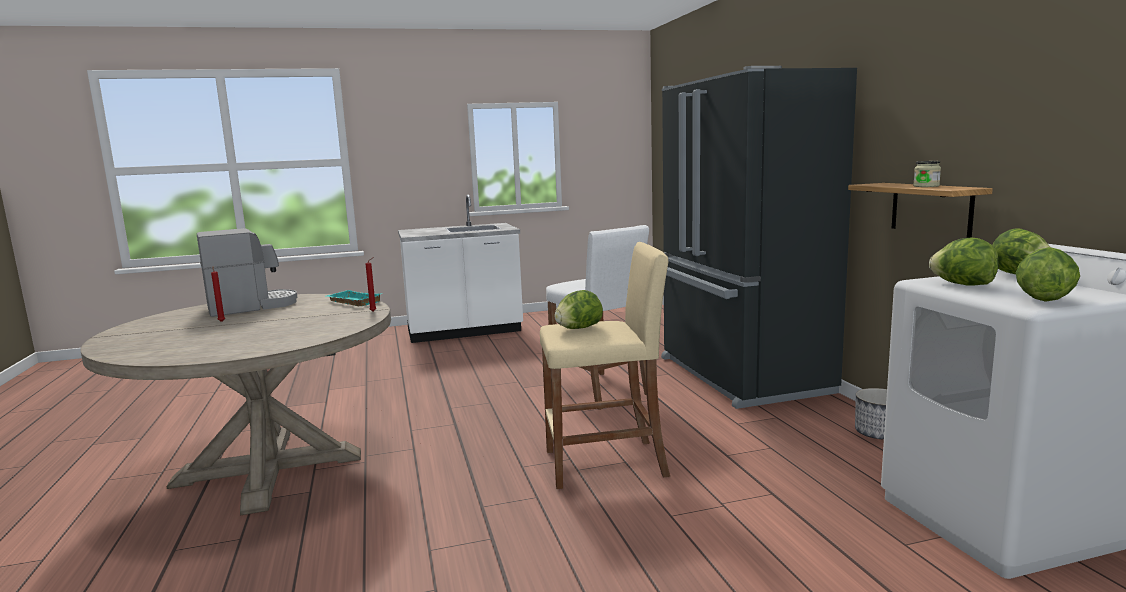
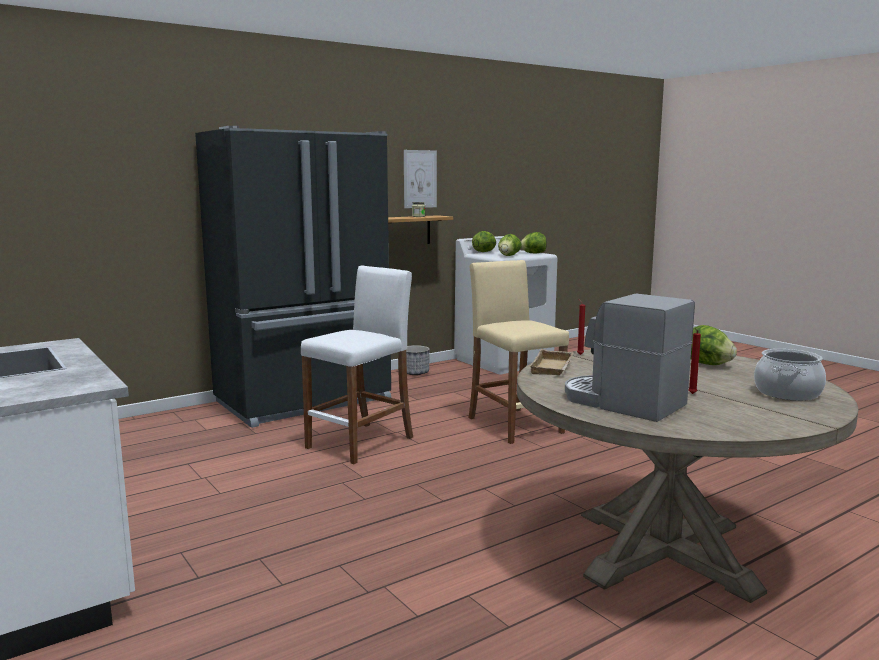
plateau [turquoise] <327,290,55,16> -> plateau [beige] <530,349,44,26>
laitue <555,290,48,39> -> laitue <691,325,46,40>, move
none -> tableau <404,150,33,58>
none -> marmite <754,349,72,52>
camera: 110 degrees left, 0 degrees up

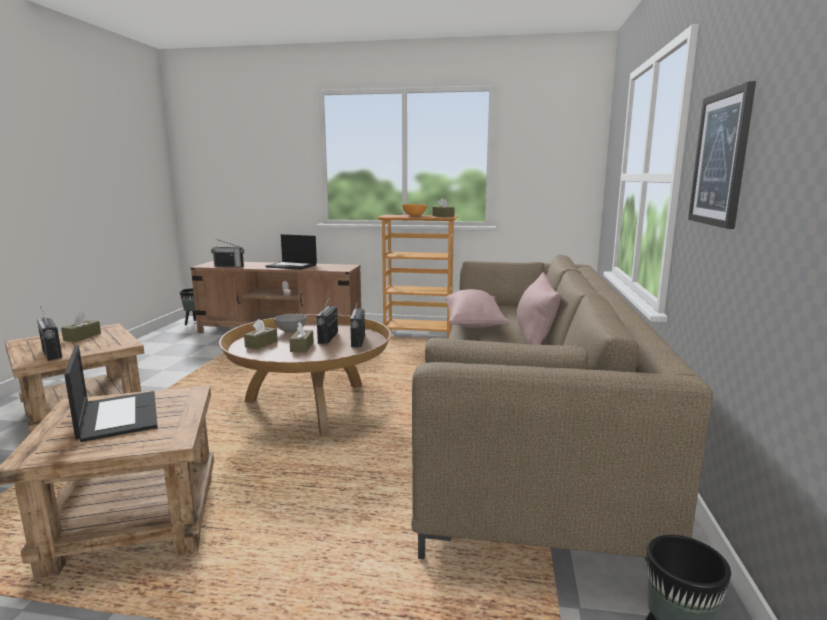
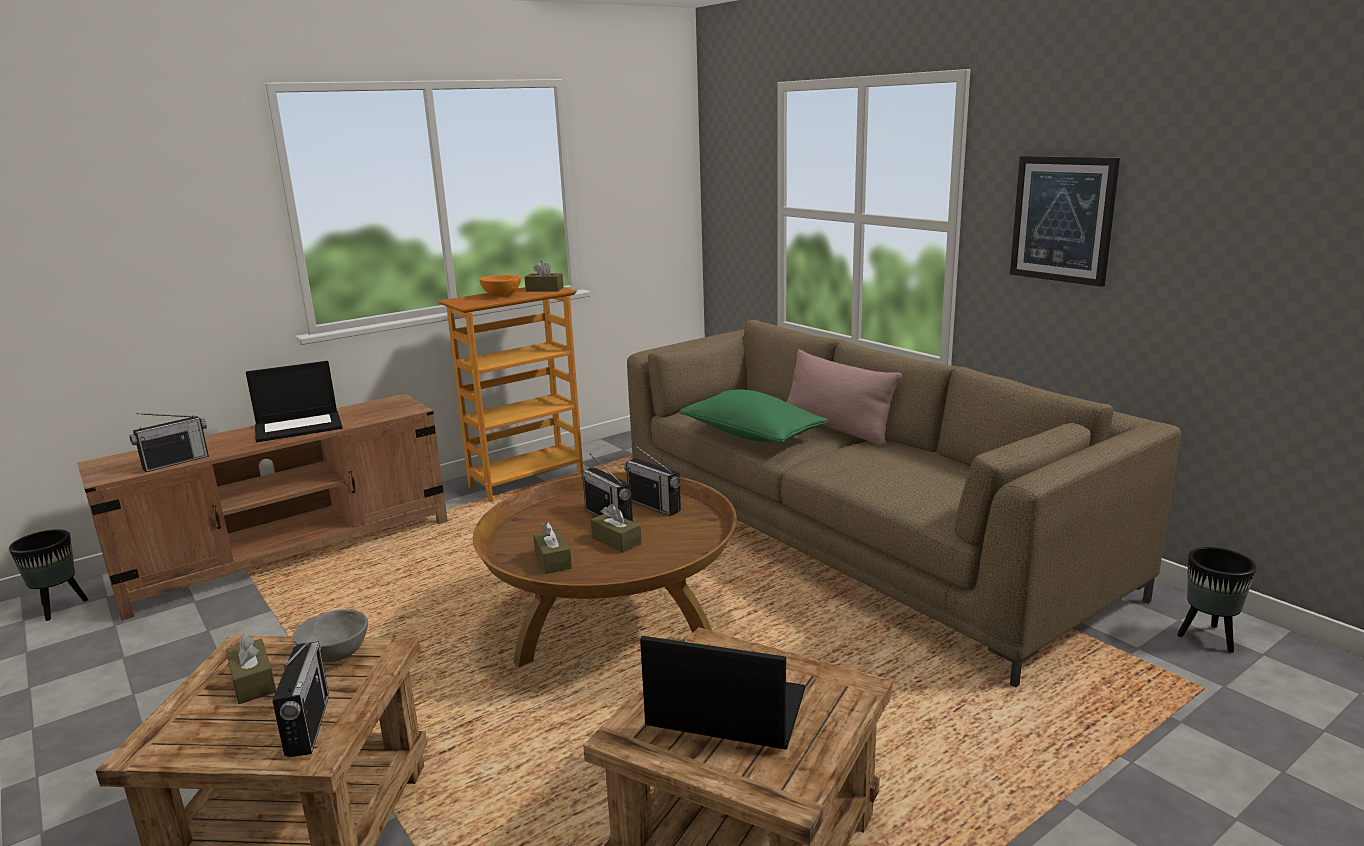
coussin [rose] <445,289,64,39> -> coussin [vert] <679,389,149,54>
radio <37,306,25,55> -> radio <272,641,57,116>, 105 degrees counterclockwise
bol [gris] <274,314,33,18> -> bol [gris] <293,609,75,53>, move
camera: 45 degrees left, 5 degrees up

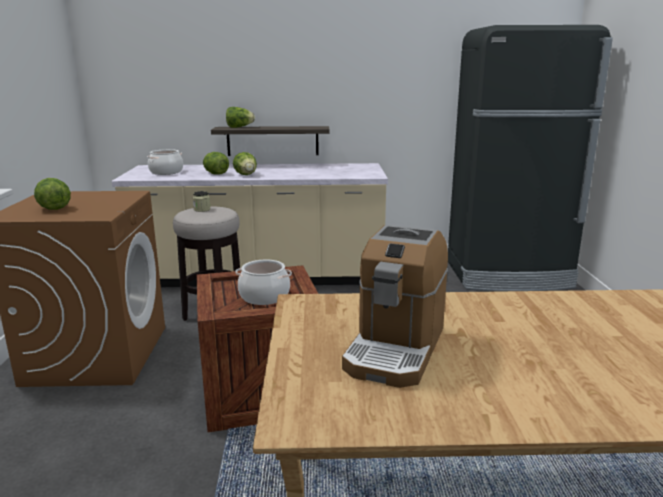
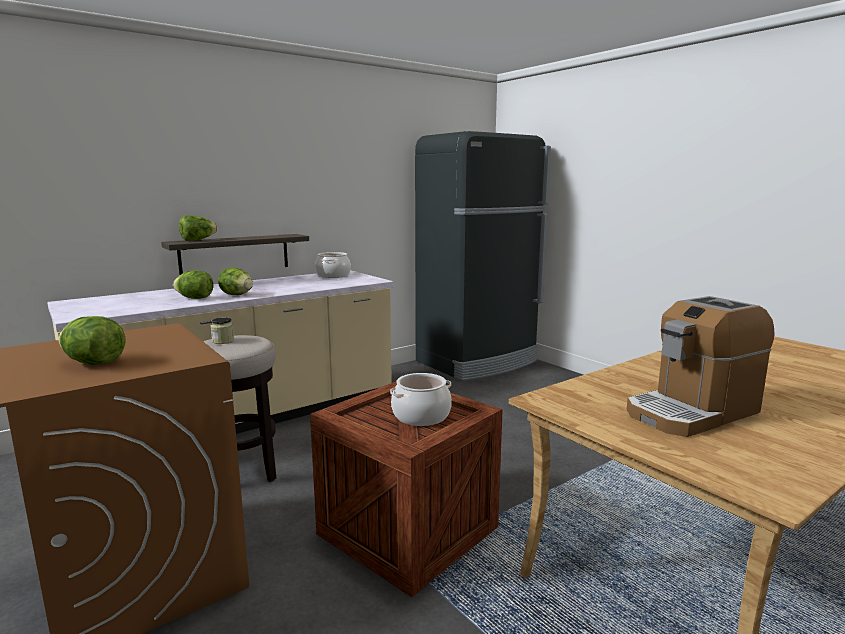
marmite <147,149,36,26> -> marmite <315,252,36,26>, move
machine à café <342,225,106,163> -> machine à café <627,296,148,141>, 75 degrees clockwise
camera: 35 degrees left, 5 degrees down

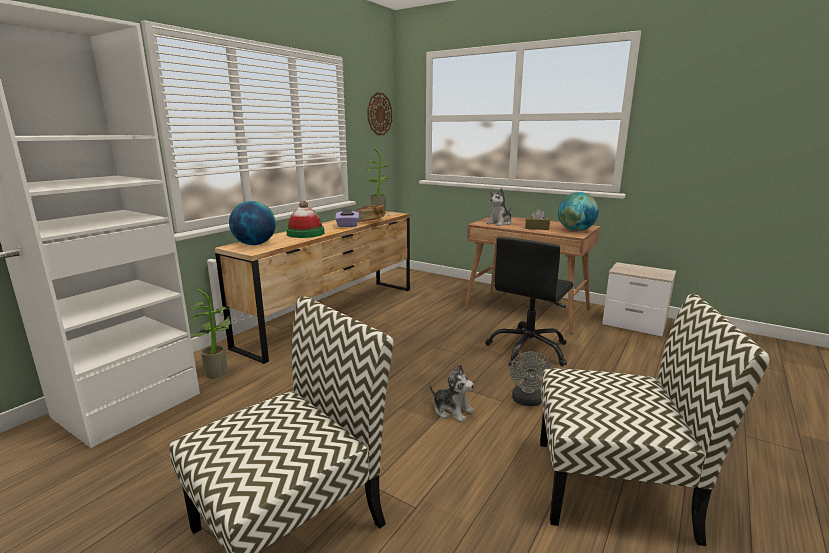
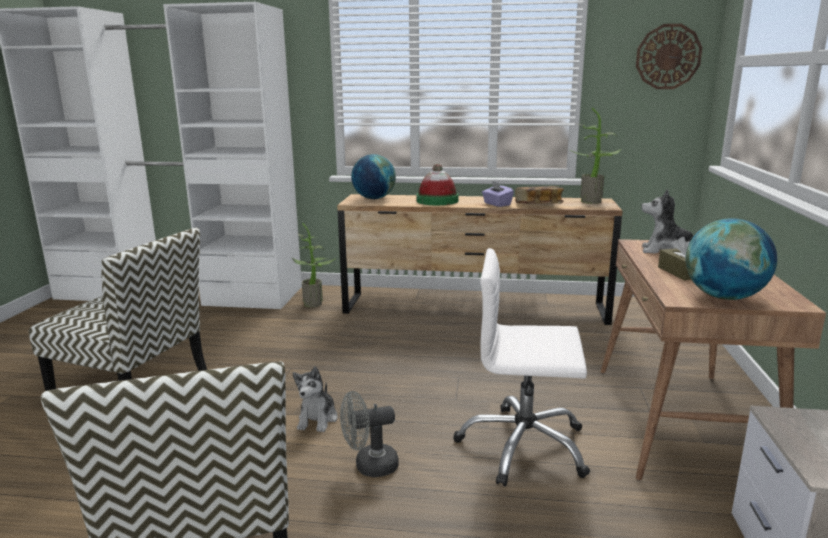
chaise de bureau [noir] <485,237,89,130> -> chaise de bureau [blanc] <453,248,137,238>
camera: 65 degrees right, 0 degrees up

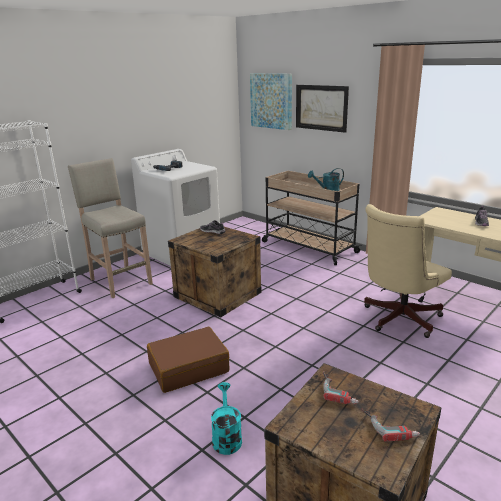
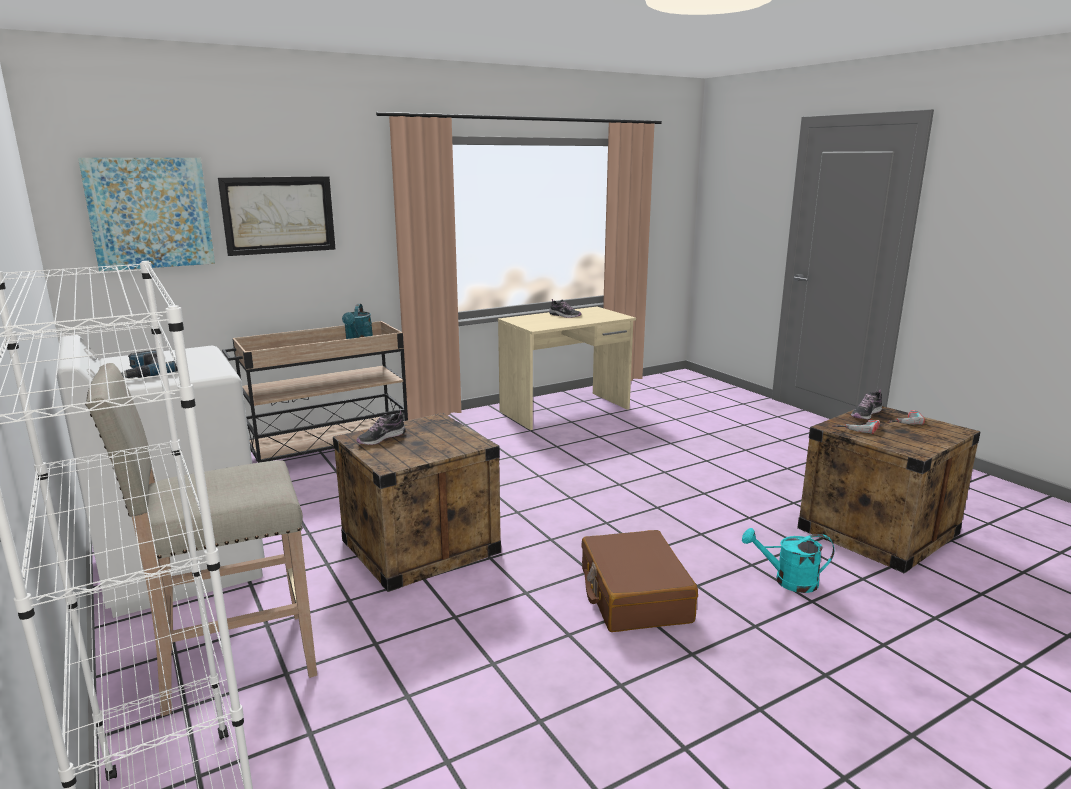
chaise de bureau [beige] <364,204,88,134> -> none
none -> chaussure <851,389,31,30>
camera: 75 degrees left, 5 degrees down

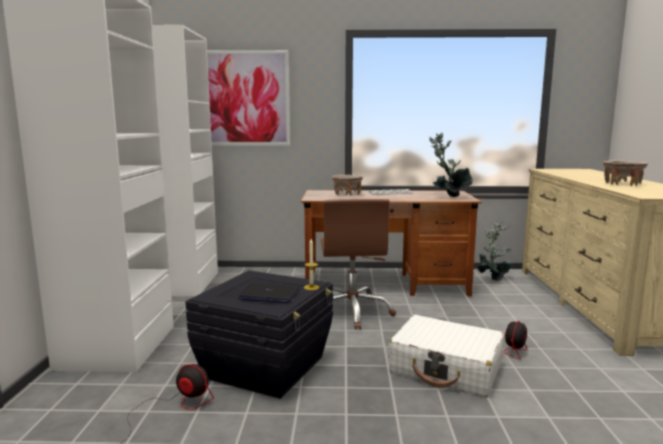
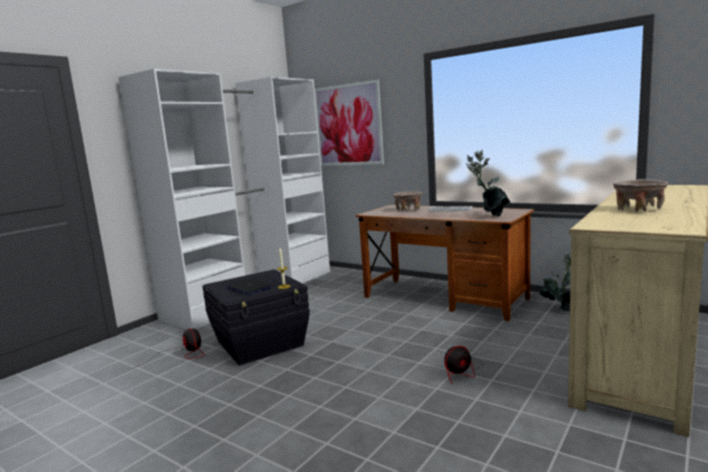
chaise de bureau [marron] <321,199,75,130> -> none
valise [blanc] <389,315,115,82> -> none
camera: 35 degrees right, 0 degrees up

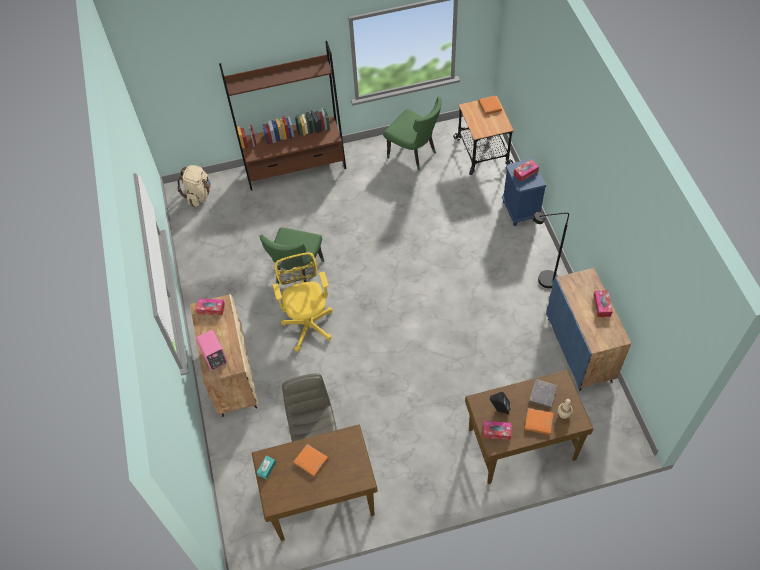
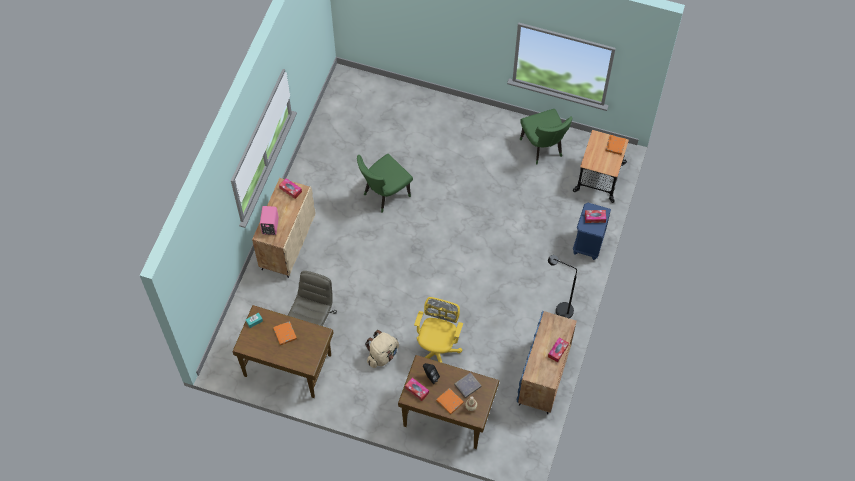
bibliothèque [marron] <219,41,127,149> -> none
sac à dos [beige] <177,165,33,41> -> sac à dos [beige] <365,330,34,38>, move
chaise de bureau [jaune] <273,252,59,100> -> chaise de bureau [jaune] <414,297,49,66>, move
camera: 30 degrees right, 5 degrees up

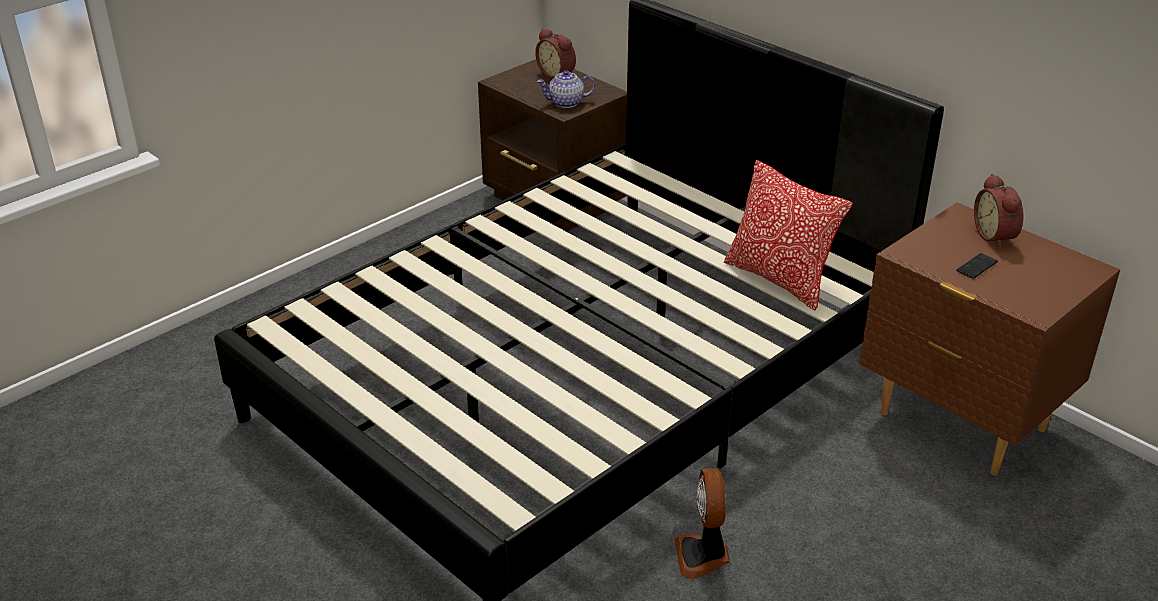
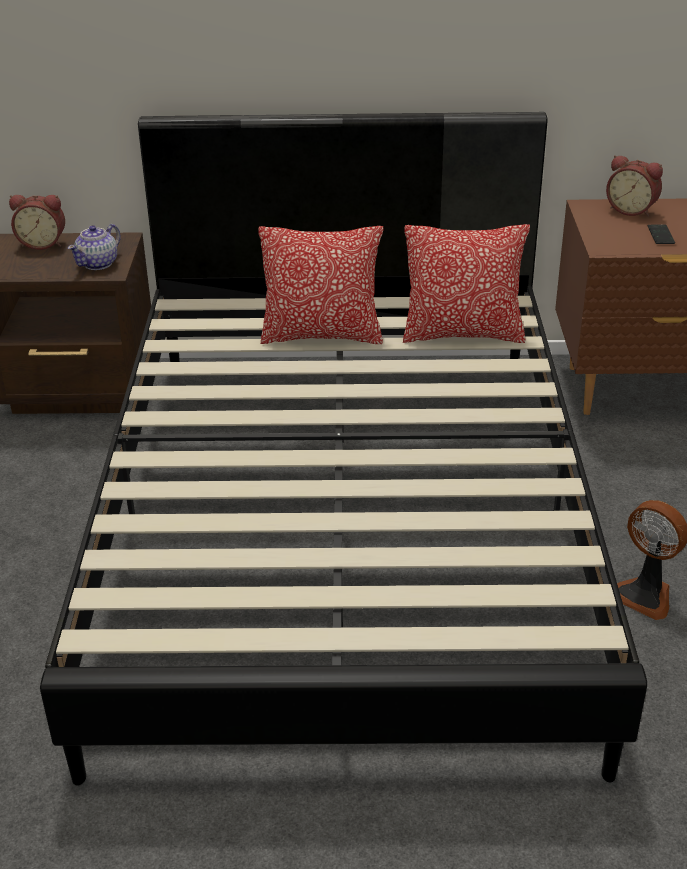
none -> coussin <258,226,126,118>
camera: 45 degrees left, 0 degrees up

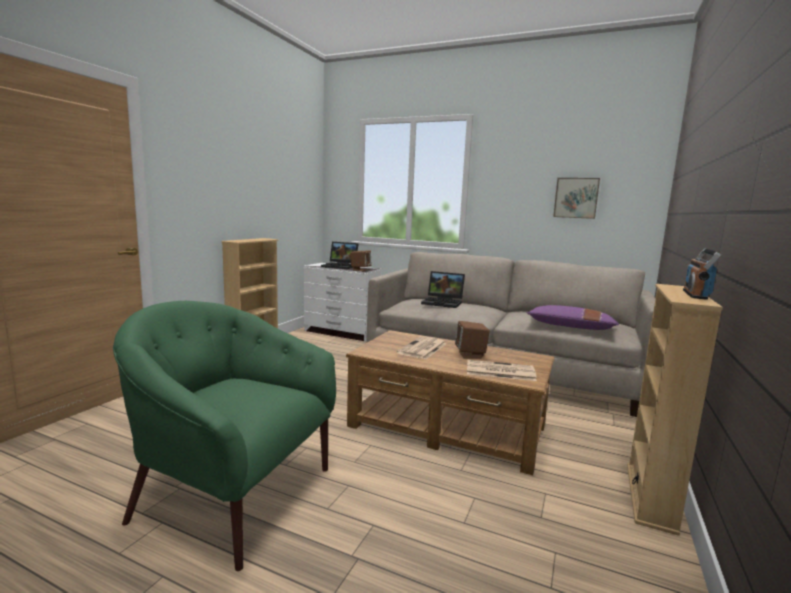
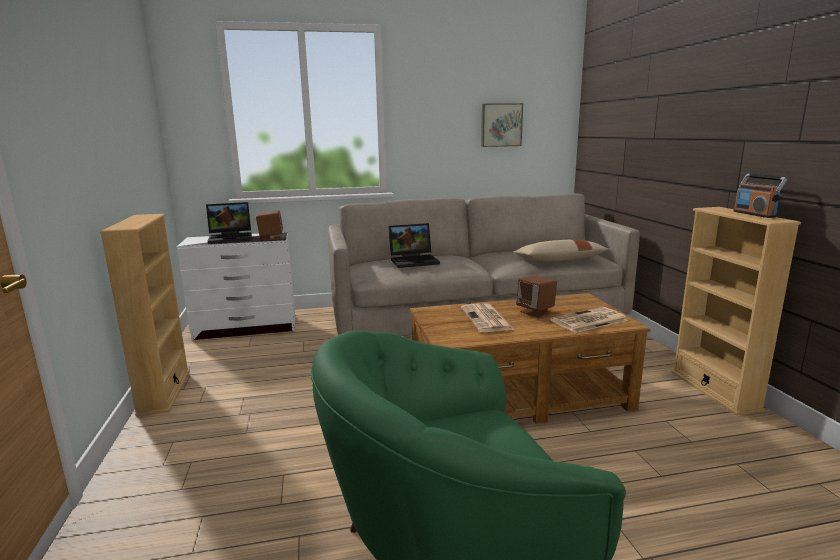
coussin [violet] <527,305,92,25> -> coussin [beige] <513,240,96,22>
camera: 35 degrees left, 5 degrees up

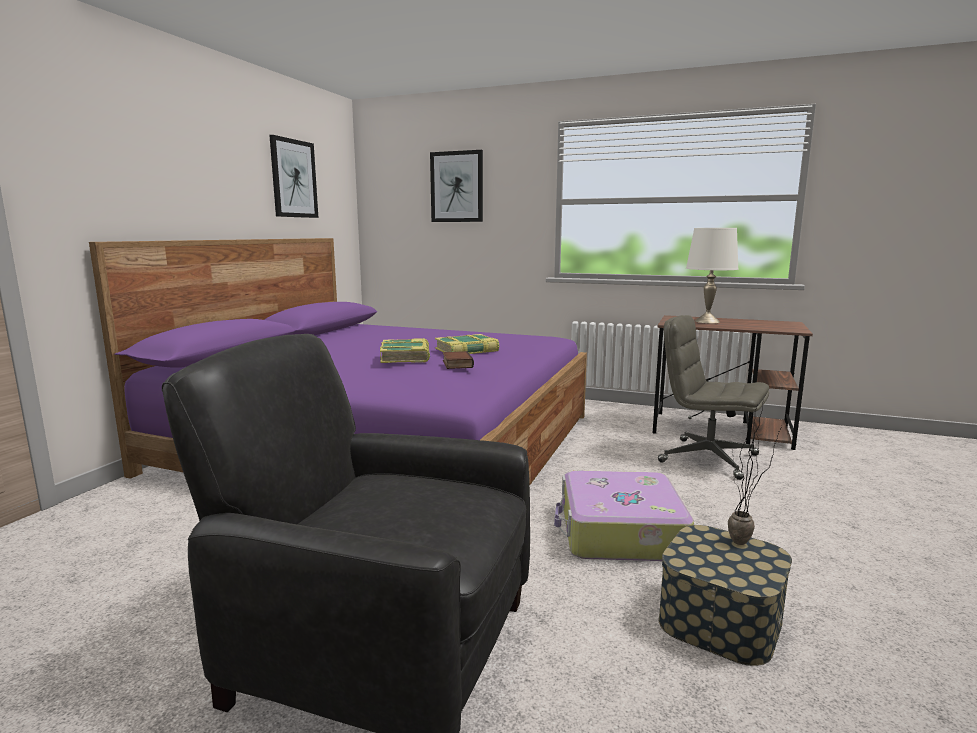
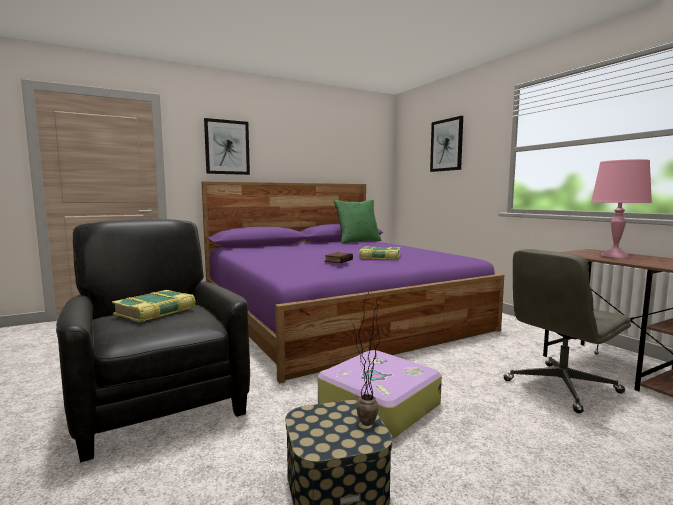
tableau <269,135,49,83> -> tableau <204,118,46,57>, move
lampe de table [blanc] <686,228,53,95> -> lampe de table [rose] <591,159,61,99>
chaise de bureau [gris] <658,315,111,165> -> chaise de bureau [gris] <504,249,127,164>, 105 degrees counterclockwise
livre <380,338,50,25> -> livre <112,290,84,33>, move
none -> coussin [vert] <334,200,47,44>
camera: 40 degrees right, 5 degrees down

